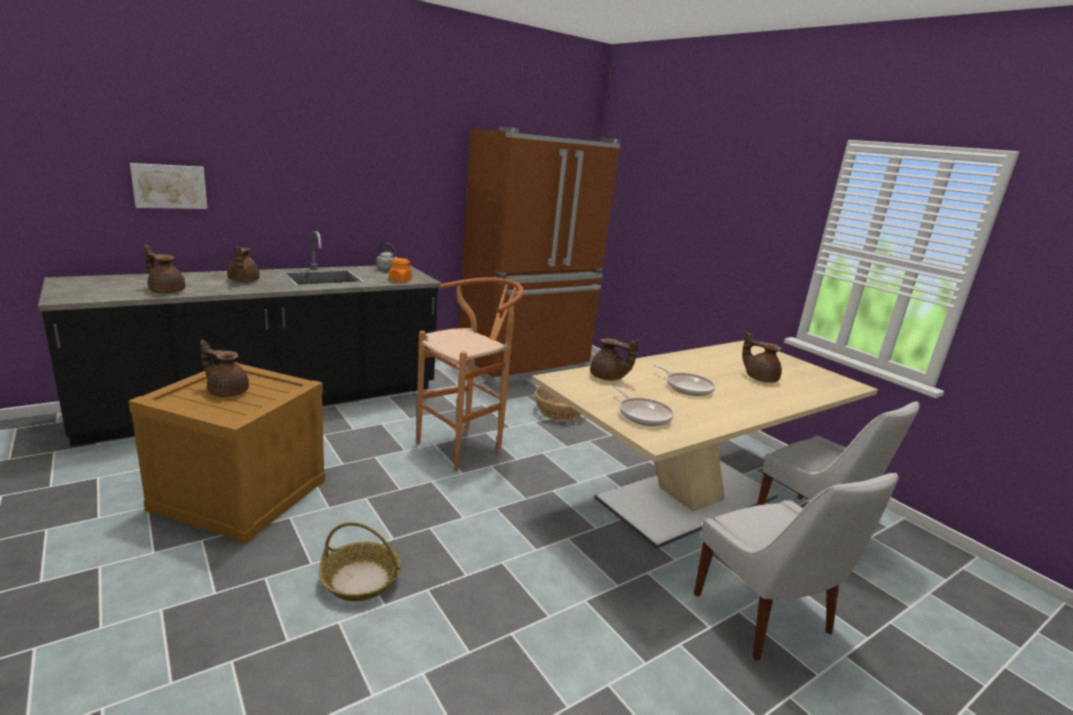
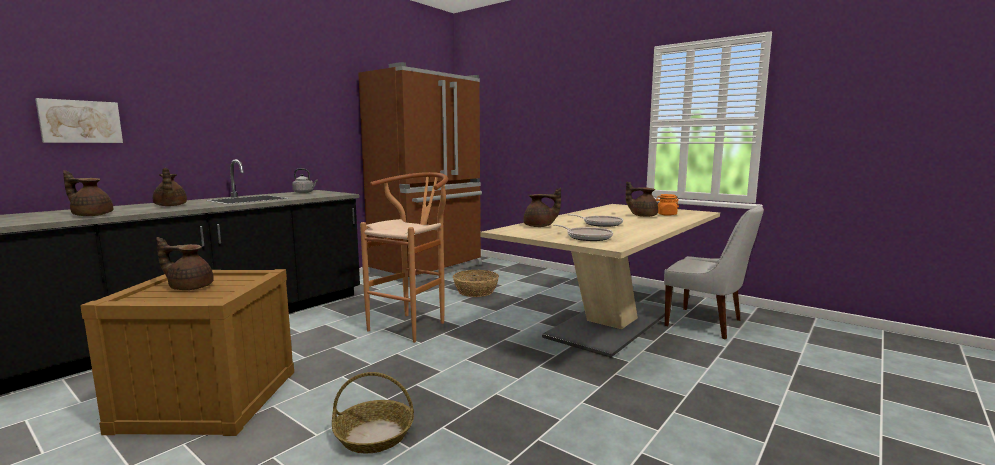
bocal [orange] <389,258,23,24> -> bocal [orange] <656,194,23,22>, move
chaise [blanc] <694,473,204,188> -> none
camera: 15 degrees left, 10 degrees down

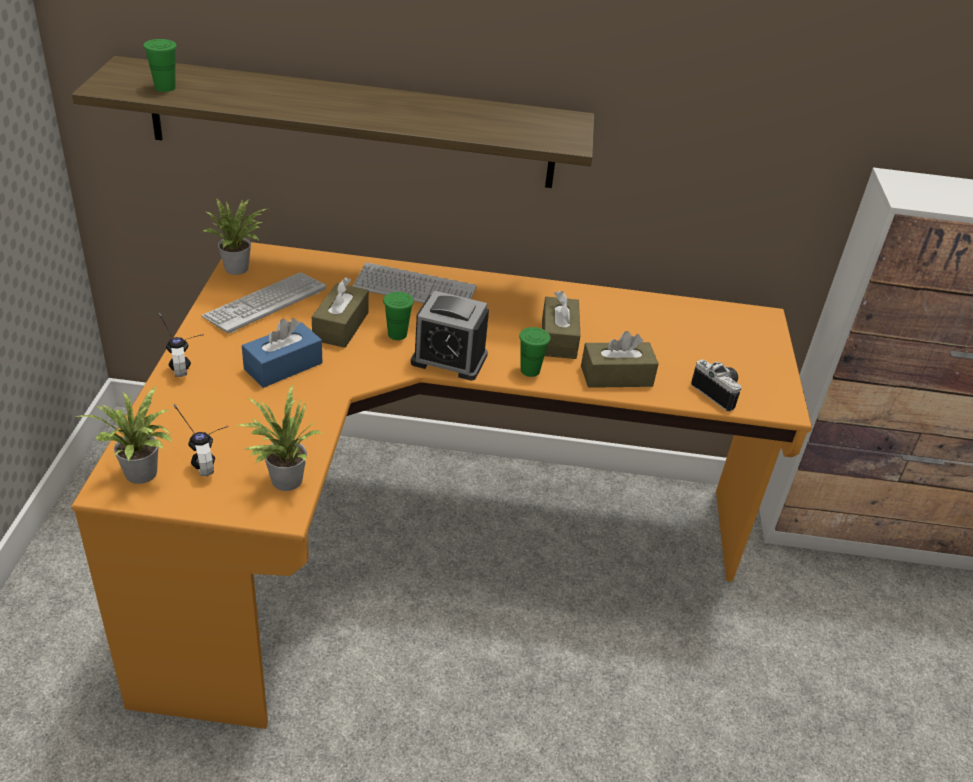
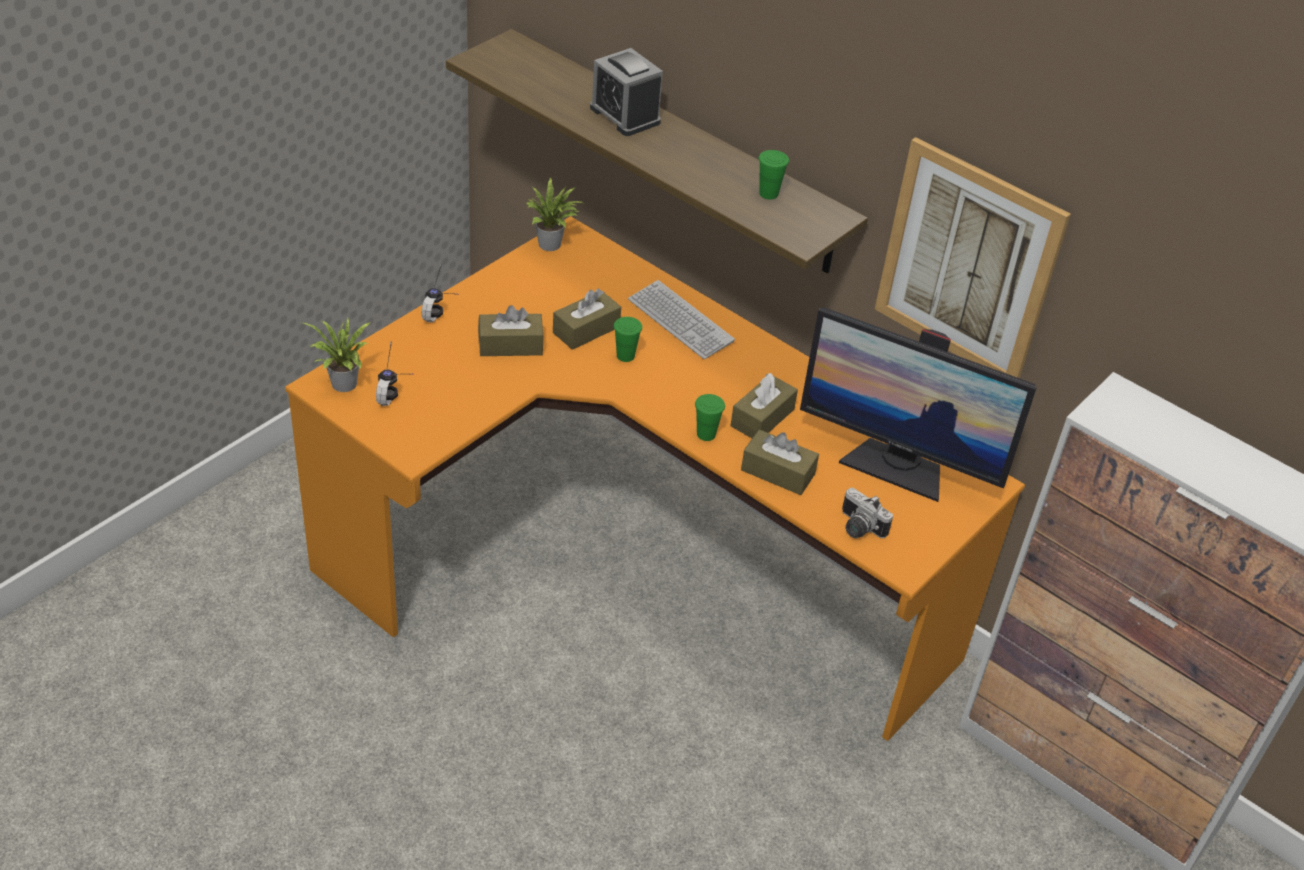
tasse [vert] <143,39,34,53> -> tasse [vert] <759,150,30,50>, move
clavier <201,272,125,61> -> none
réveil <411,291,78,89> -> réveil <590,48,73,88>, move
boîte à mouchoirs [bleu] <242,318,80,70> -> boîte à mouchoirs [marron] <478,305,66,51>
appareil photo <691,359,51,52> -> appareil photo <842,488,51,50>, 135 degrees clockwise
plante en pot <237,384,84,107> -> none
none -> tableau <875,137,196,241>
none -> écran d'ordinateur <800,308,237,194>
camera: 35 degrees right, 5 degrees up

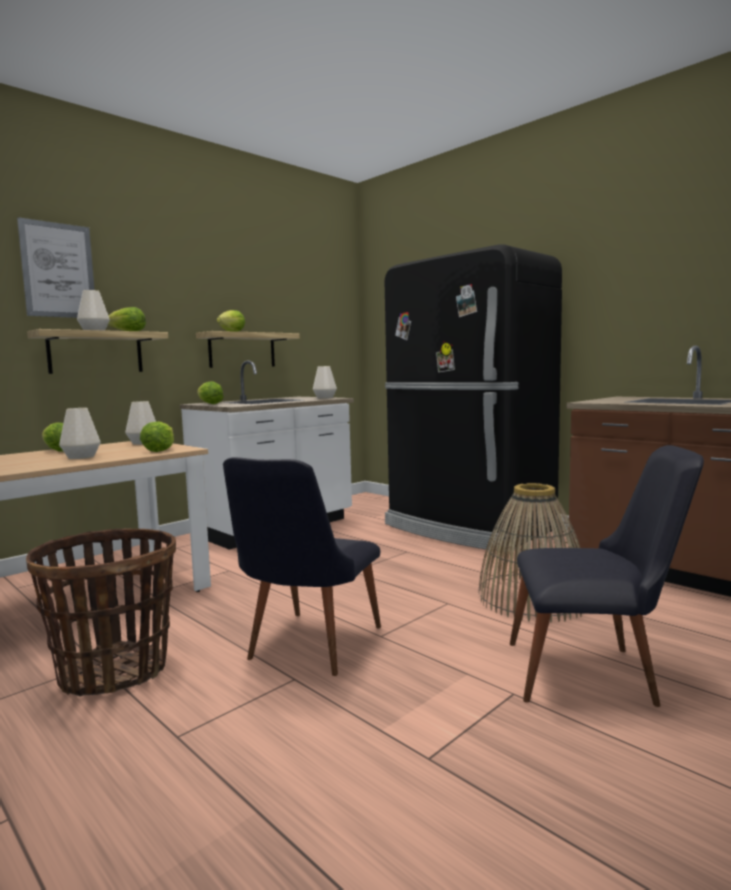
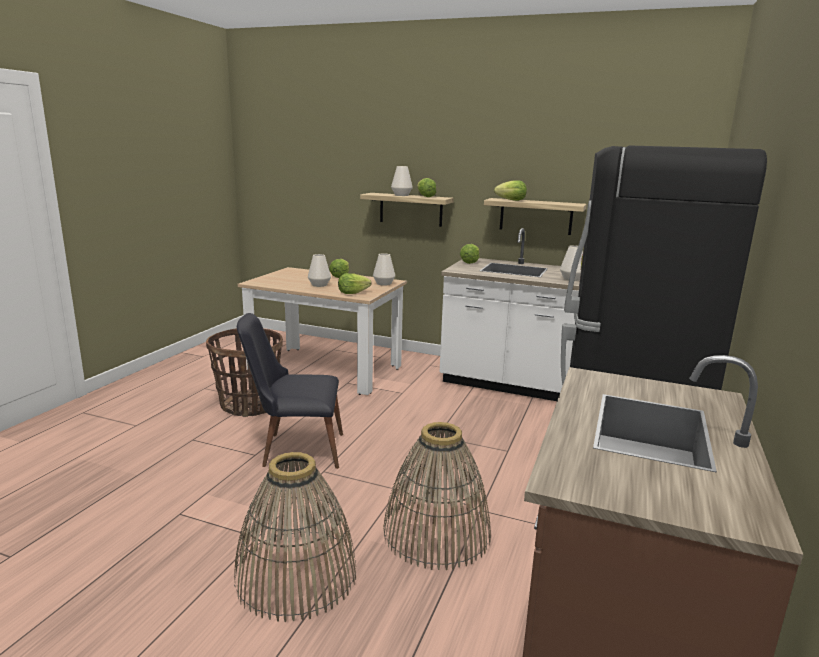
tableau <17,217,78,101> -> none
chaise [noir] <510,445,194,262> -> panier <234,452,122,170>
camera: 65 degrees right, 10 degrees up

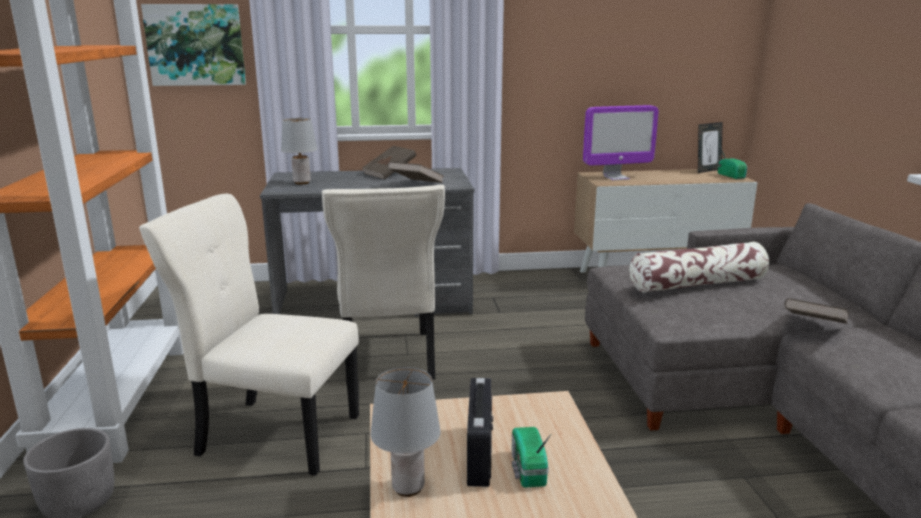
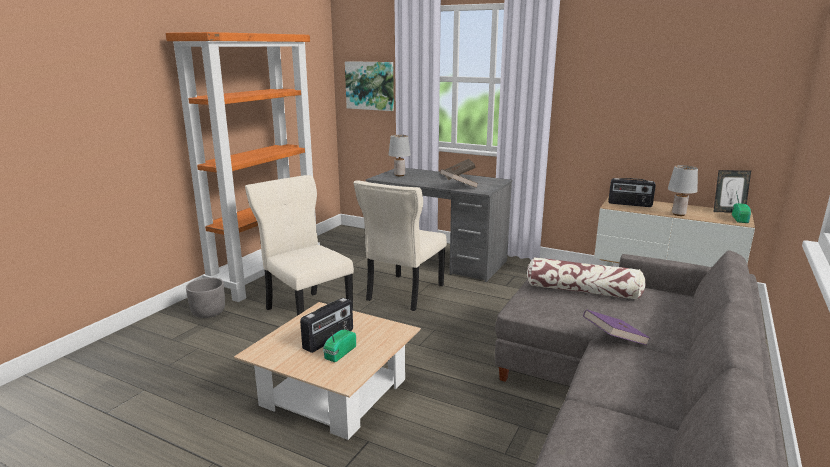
écran d'ordinateur <583,105,76,75> -> radio <608,178,48,29>
livre [marron] <785,298,64,26> -> livre [violet] <583,309,67,36>
lampe de table [gris] <371,367,69,130> -> lampe de table [gris] <668,165,30,51>, move
camera: 35 degrees right, 0 degrees up

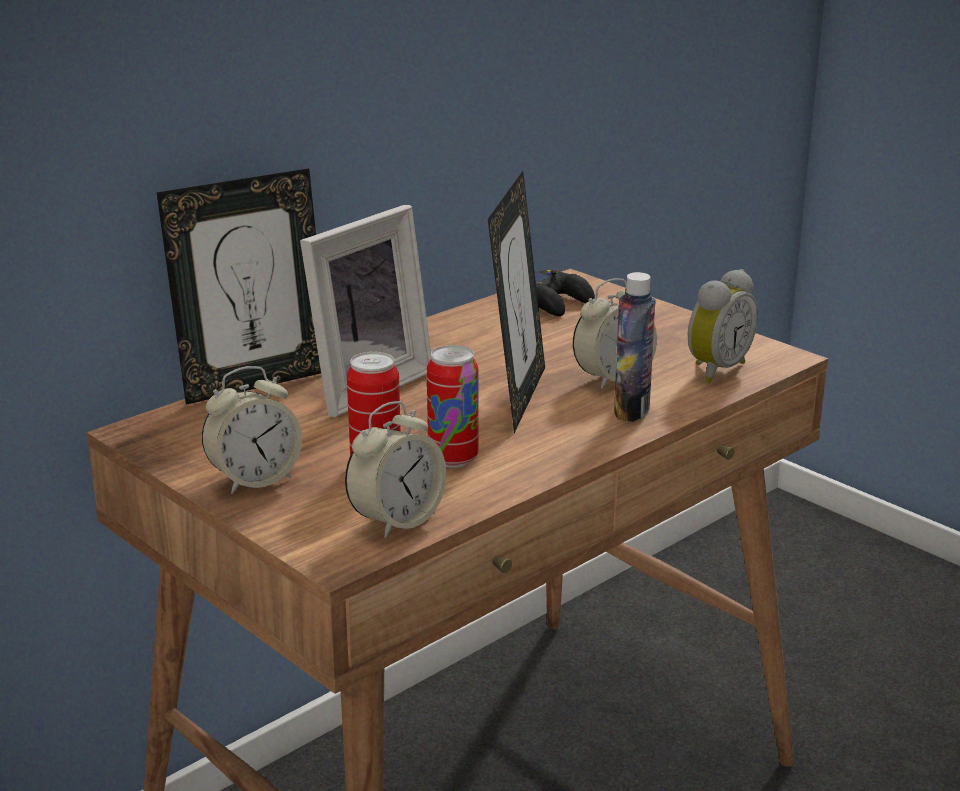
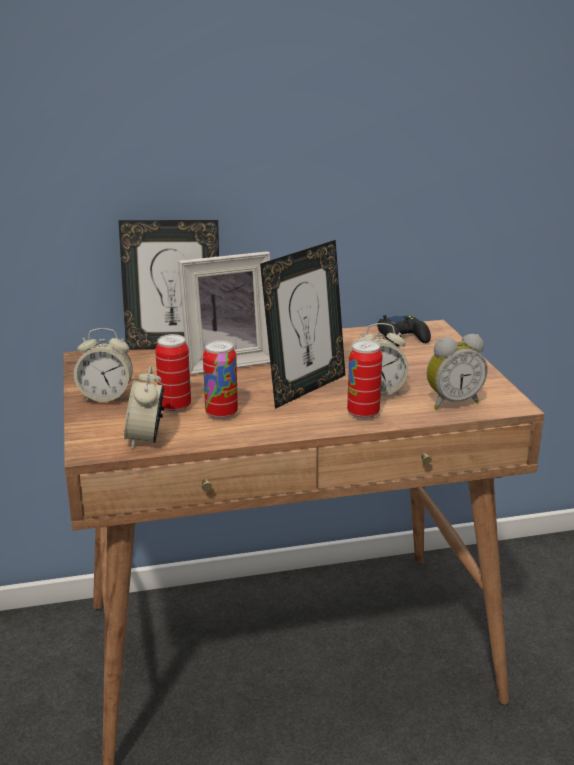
bouteille <614,272,42,150> -> boîte métallique <347,340,35,79>
réveil <345,401,102,138> -> réveil <124,365,40,84>, 105 degrees clockwise
camera: 30 degrees right, 0 degrees up

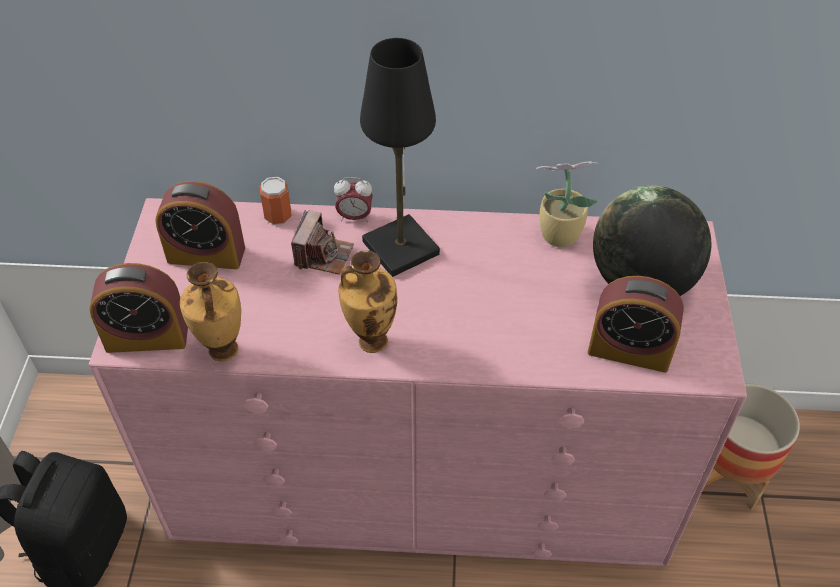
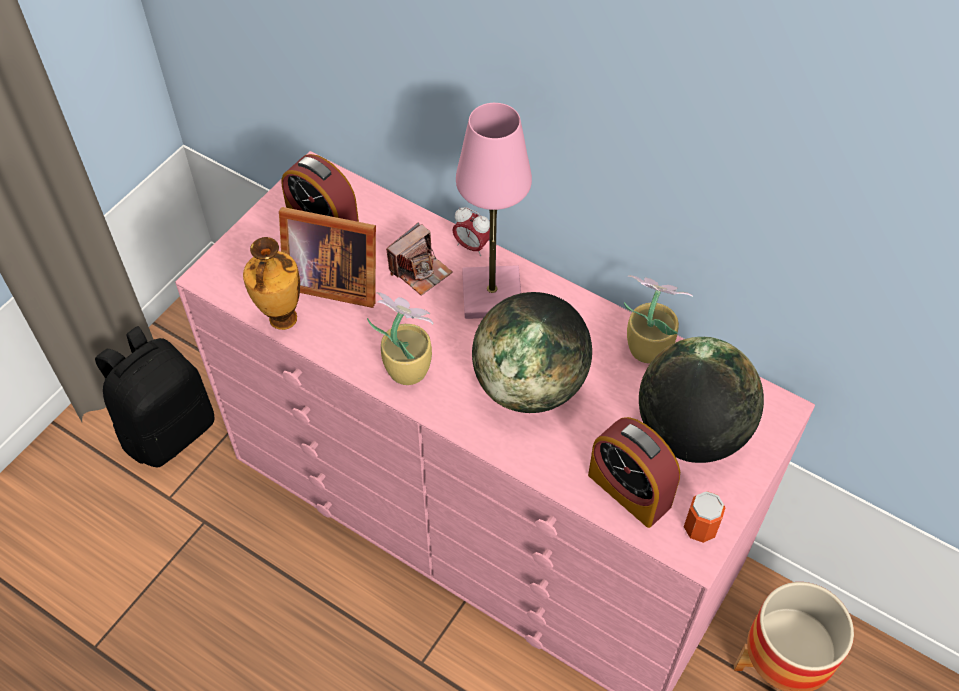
lampe de table [noir] <360,38,80,239> -> lampe de table [rose] <456,103,76,216>
boîte métallique <260,177,32,48> -> boîte métallique <684,491,42,52>, move
vase <338,250,59,103> -> plante en pot <367,292,67,93>
réveil <89,263,99,90> -> none
none -> cadre photo <279,207,97,101>
none -> globe <472,292,120,121>
camera: 30 degrees right, 5 degrees up

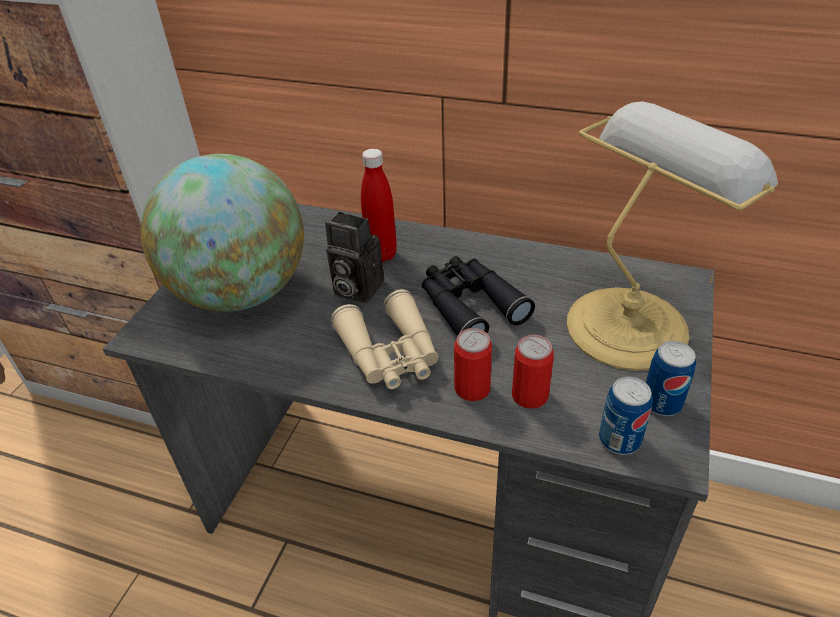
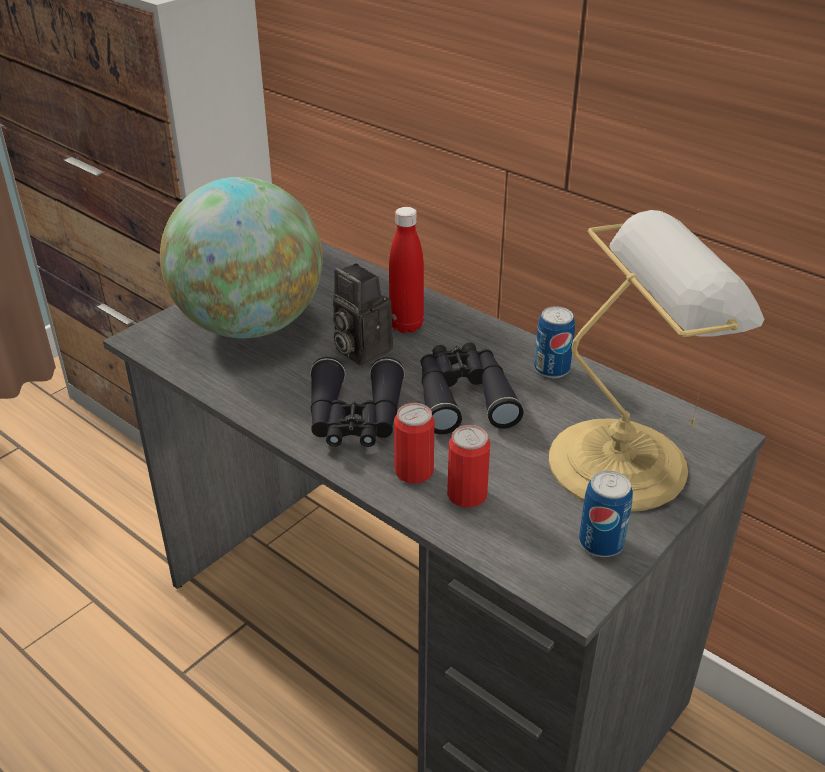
jumelles [beige] <331,289,108,100> -> jumelles [noir] <310,357,95,90>
boîte métallique <599,377,54,78> -> boîte métallique <534,306,41,72>, move
camera: 20 degrees right, 5 degrees down

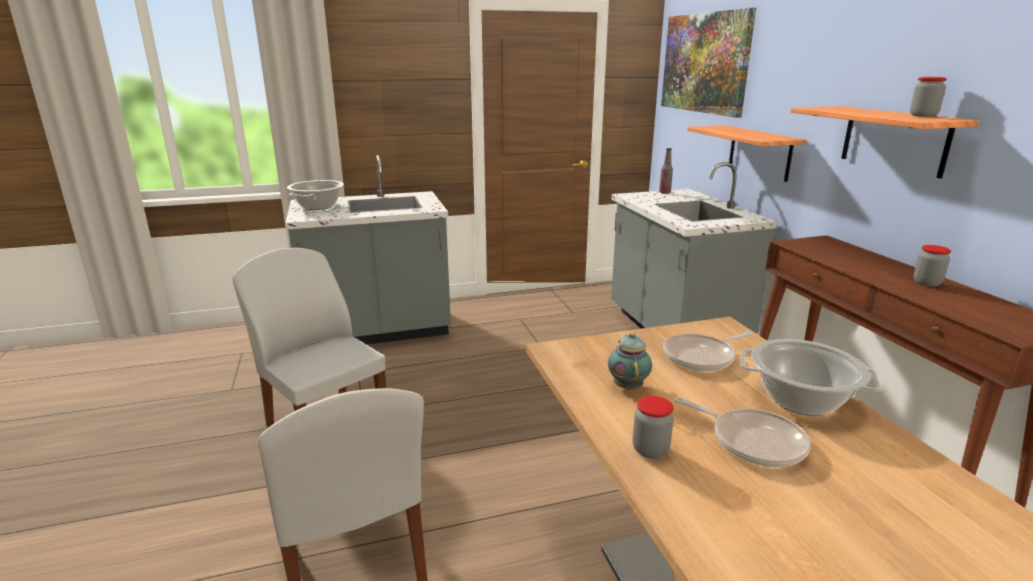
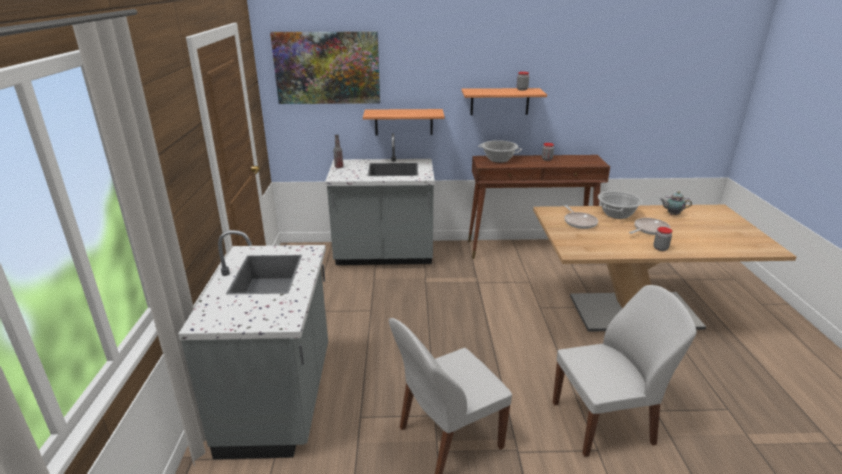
marmite <287,180,57,30> -> marmite <478,140,44,23>, move
théière <608,332,44,58> -> théière <660,191,32,24>, move
camera: 75 degrees left, 5 degrees up

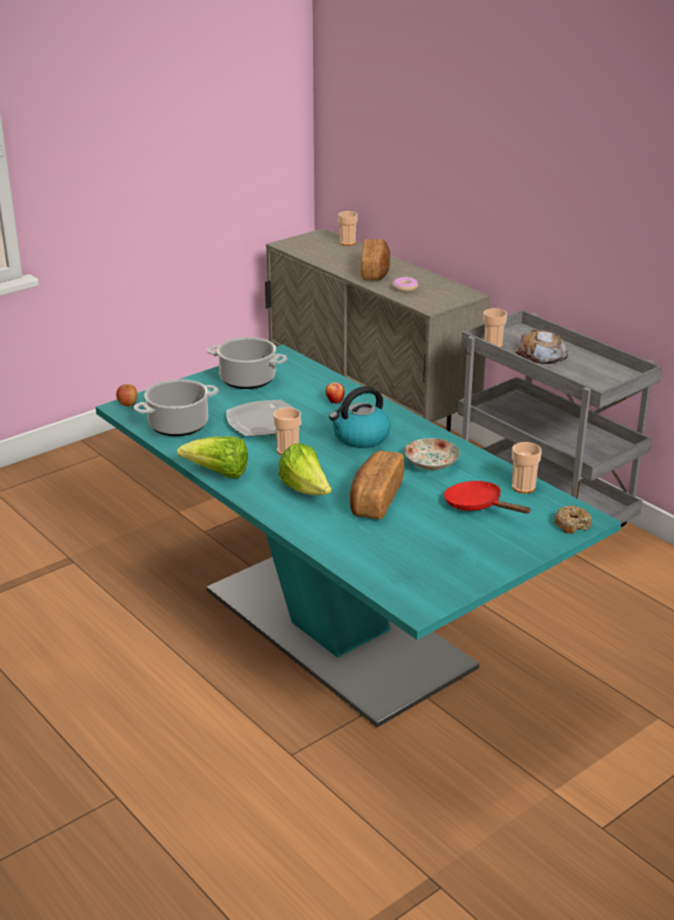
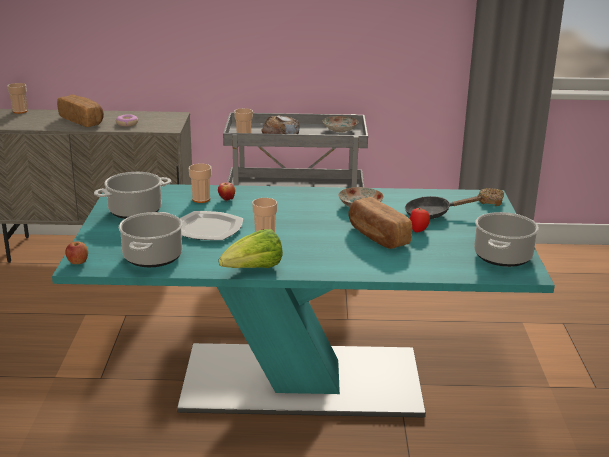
bouilloire <329,386,62,62> -> none
tasse <512,442,30,51> -> tasse <189,163,22,40>, move
laitue <278,443,54,52> -> none
poêle [rouge] <444,481,87,33> -> poêle [noir] <405,196,78,23>
none -> assiette <323,116,35,16>
none -> tomate <410,207,20,26>
none -> marmite <474,212,65,55>
camera: 50 degrees left, 5 degrees down

